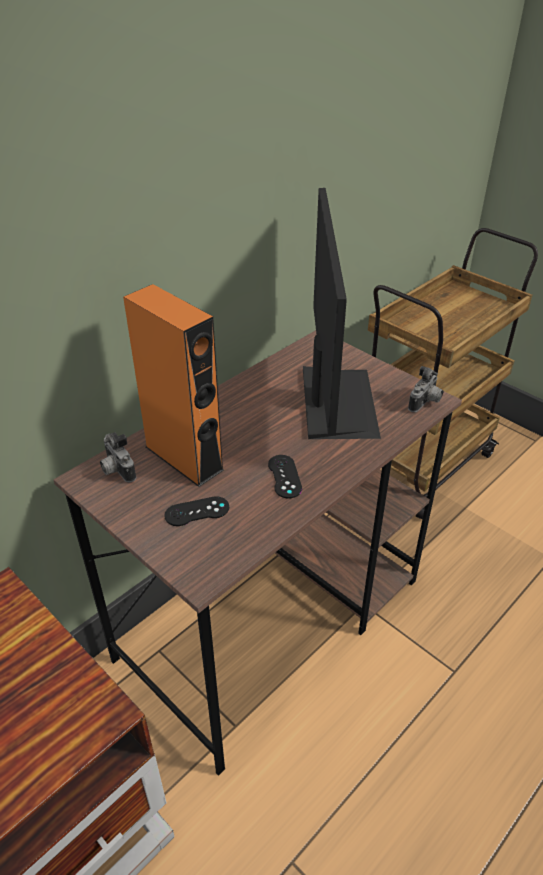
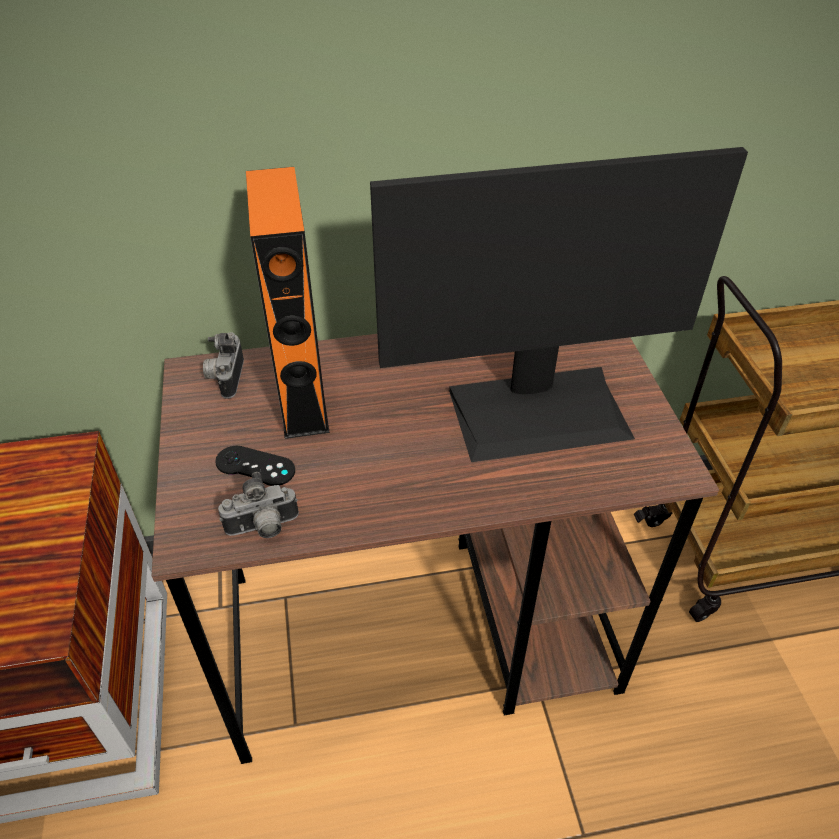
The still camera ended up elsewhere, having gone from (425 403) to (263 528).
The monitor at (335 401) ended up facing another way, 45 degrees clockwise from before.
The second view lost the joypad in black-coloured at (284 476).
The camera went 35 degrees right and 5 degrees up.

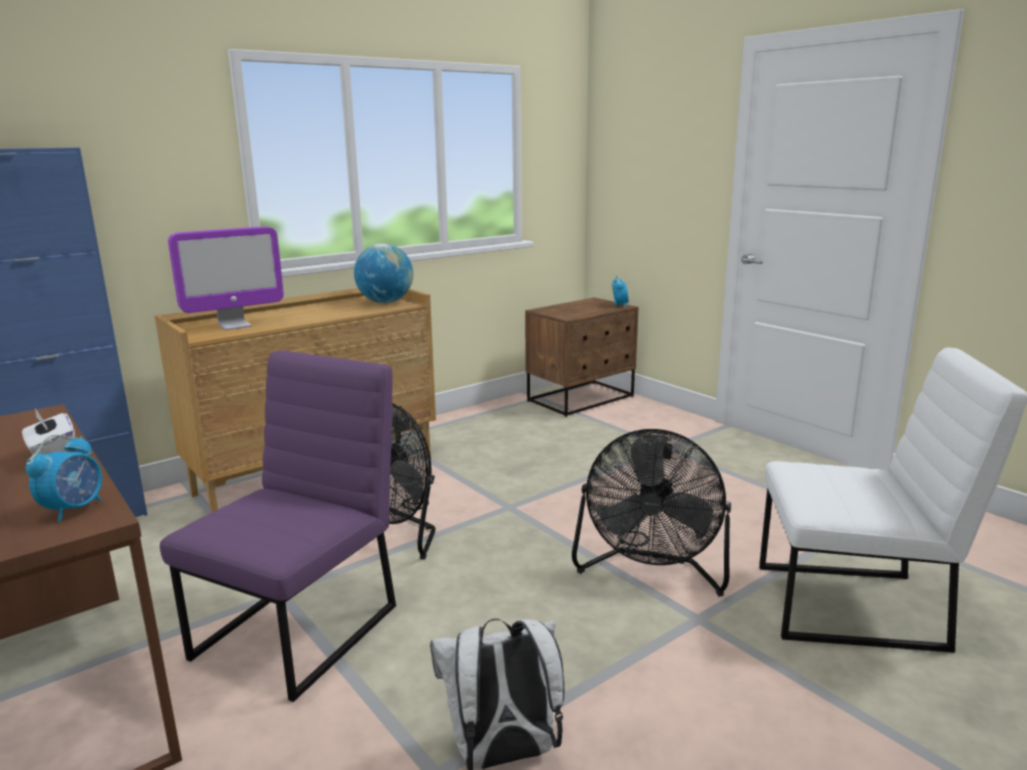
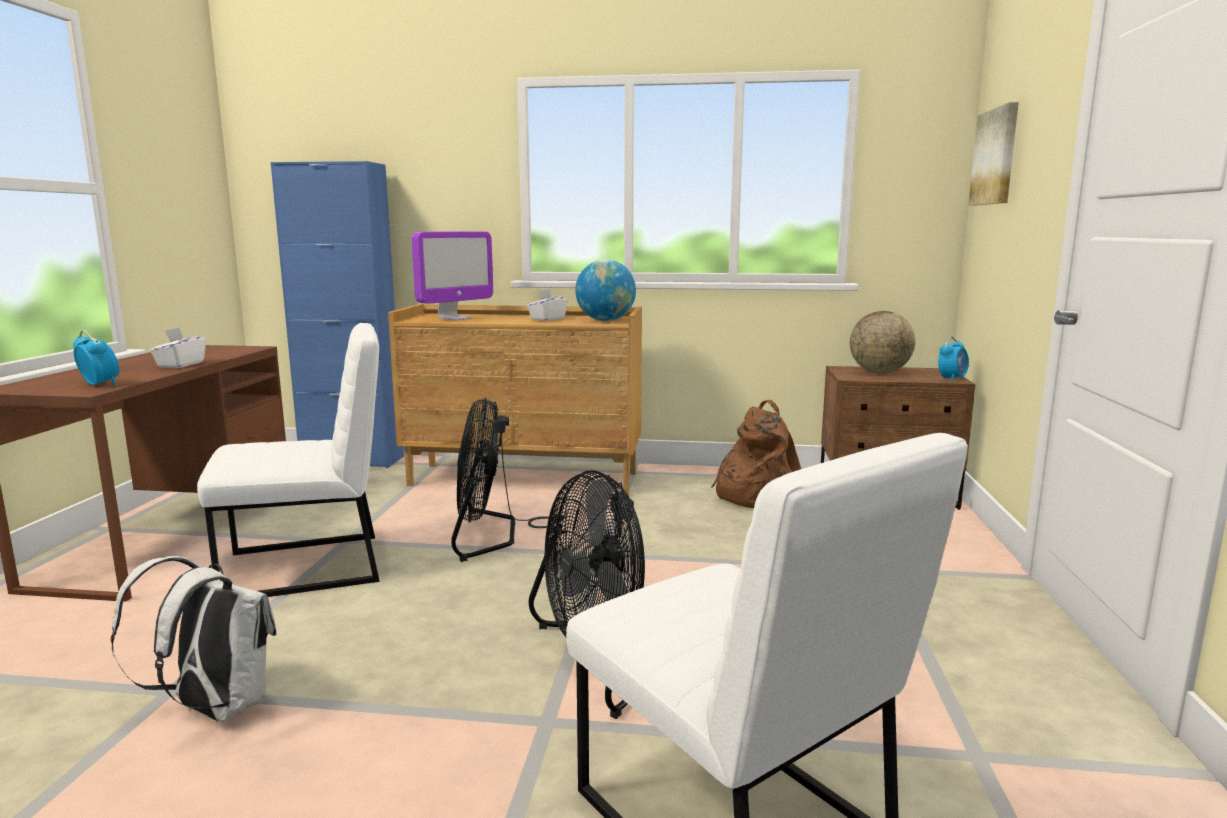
The bedside clock at (74 509) ended up facing another way, 120 degrees counterclockwise from before.
What was the plain chair in purple at (302 628) turned into the plain chair in white at (309 567).
The monitor at (235 326) ended up facing another way, 60 degrees counterclockwise from before.
The second view gained the tissue holder in white at (547 319).
The second view gained the backpack in brownish at (756 495).
The second view gained the world globe at (879 372).
The second view gained the picture at (996 157).
The camera went 45 degrees right and 5 degrees down.

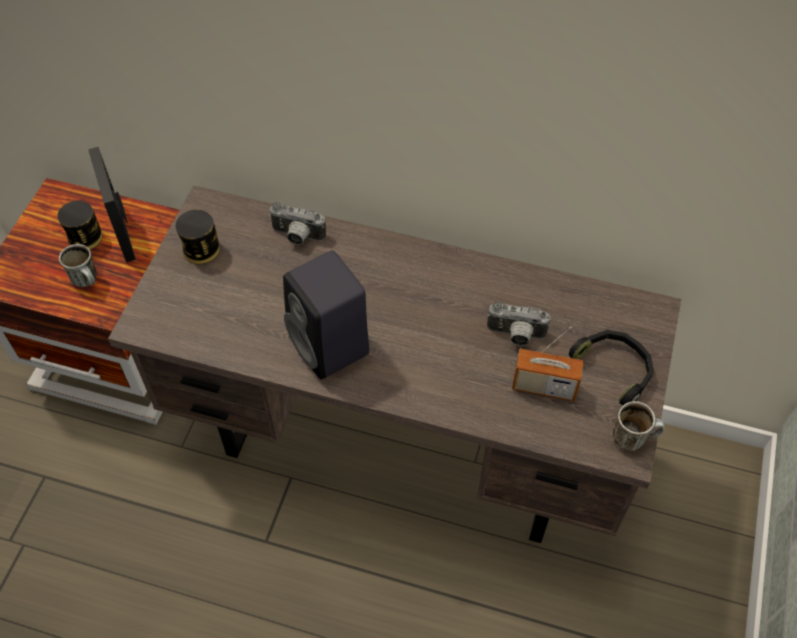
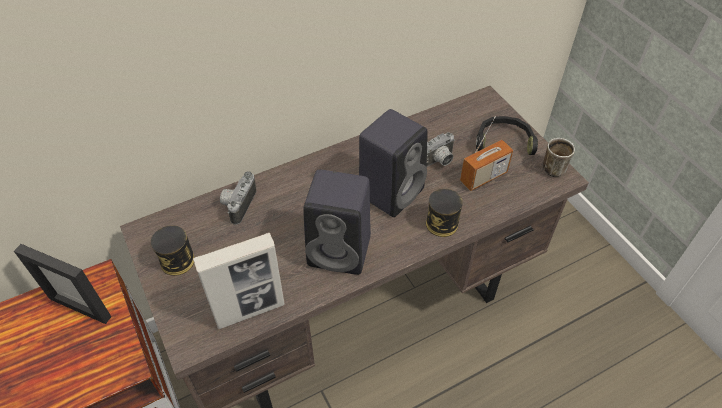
The second view gained the picture frame at (250 311).
The still camera at (297 237) ended up facing another way, 135 degrees clockwise from before.
The second view gained the audio speaker in black-coloured at (391 191).
The metal can ended up elsewhere, having gone from (85 237) to (442 223).
The second view lost the coffee mug at (88 281).
The camera went 45 degrees left and 5 degrees down.

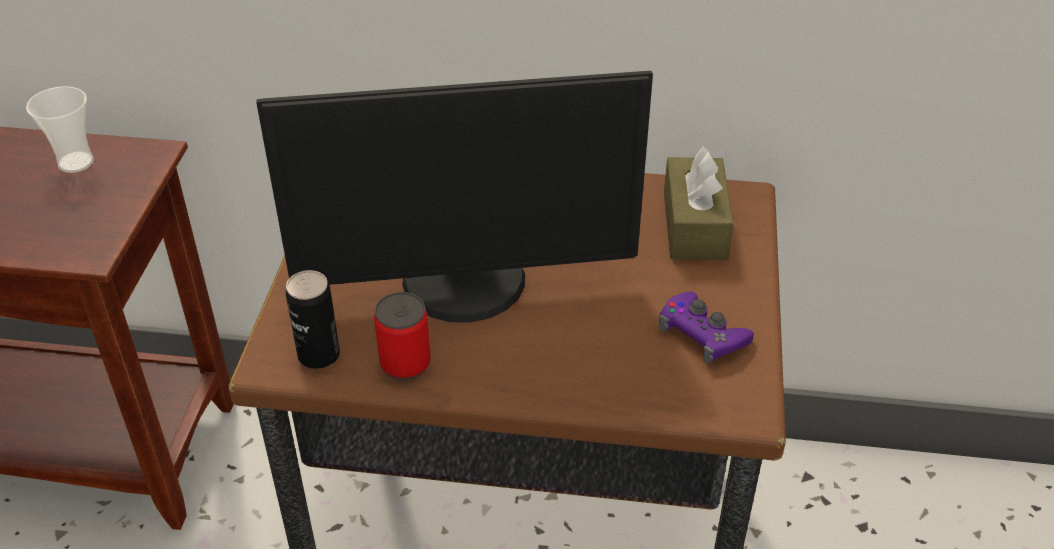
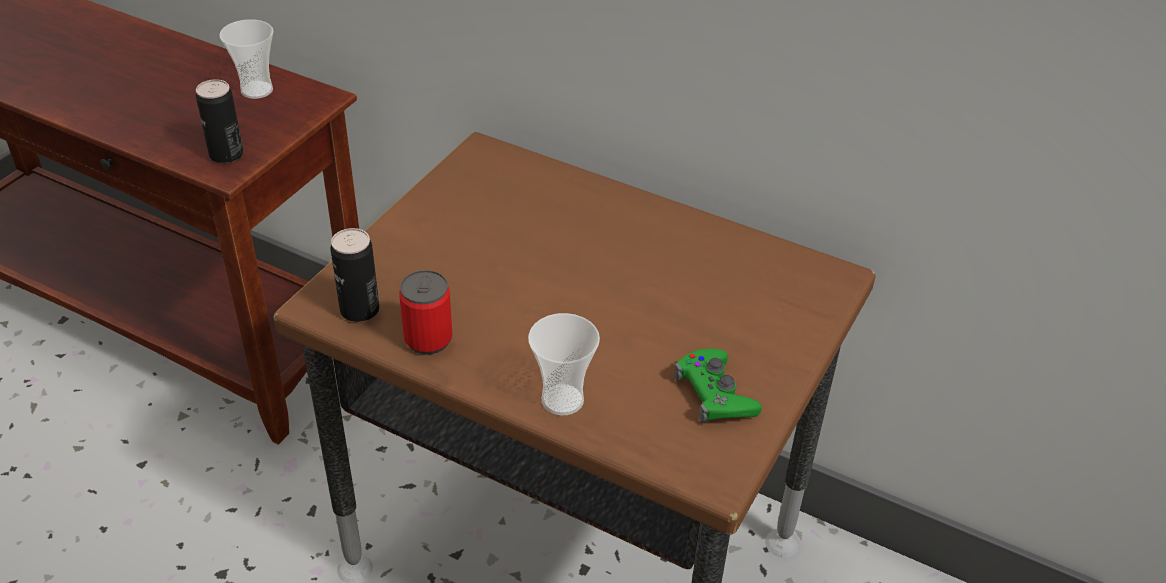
The second view gained the metal can at (226 154).
The second view gained the cup at (562 400).
What was the joypad in purple at (702 334) turned into the joypad in greenish at (714 393).
The second view lost the monitor at (465 285).
The second view lost the tissue holder in brownish at (694 225).
The camera went 20 degrees right and 0 degrees up.

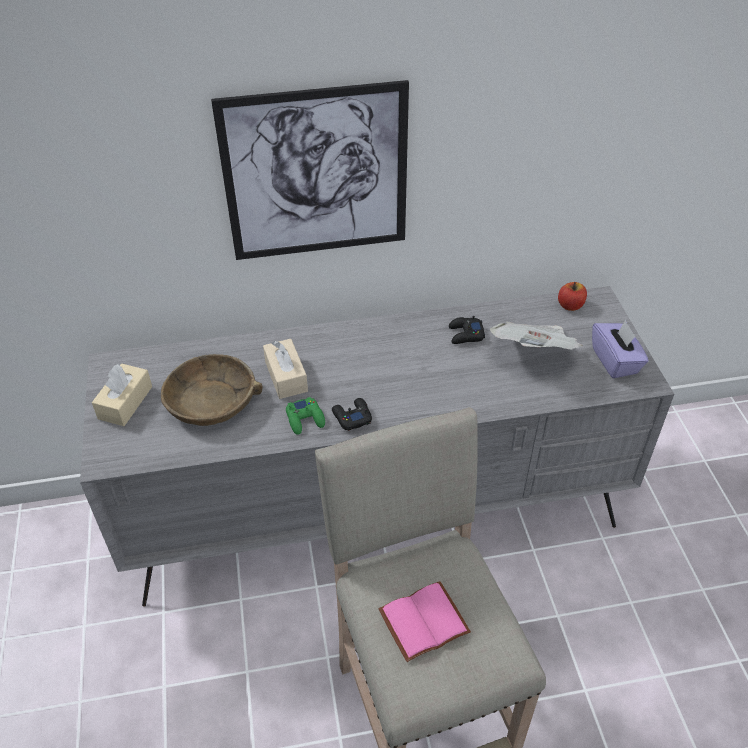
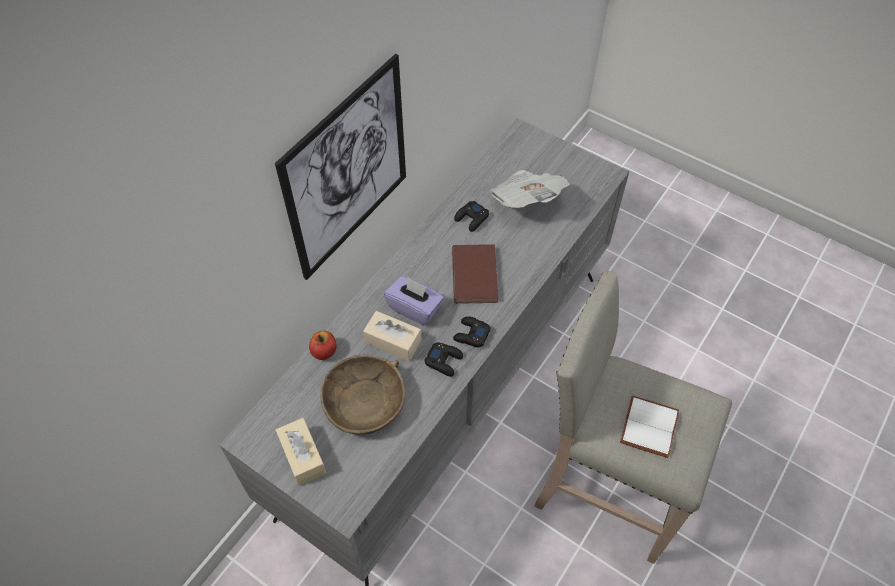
The apple fruit ended up elsewhere, having gone from (570 305) to (324 351).
The tissue holder in purple ended up elsewhere, having gone from (615 361) to (415 308).
What was the joypad in greenish at (305 419) turned into the joypad in black-coloured at (444 361).
The second view gained the bound book in brownish at (476 274).
What was the bound book in pink at (424 619) turned into the bound book in white at (647 425).
The camera went 45 degrees left and 10 degrees up.

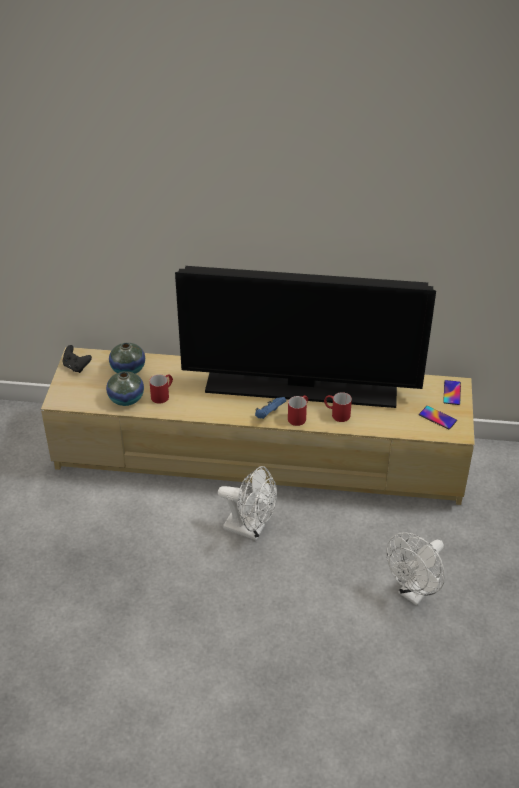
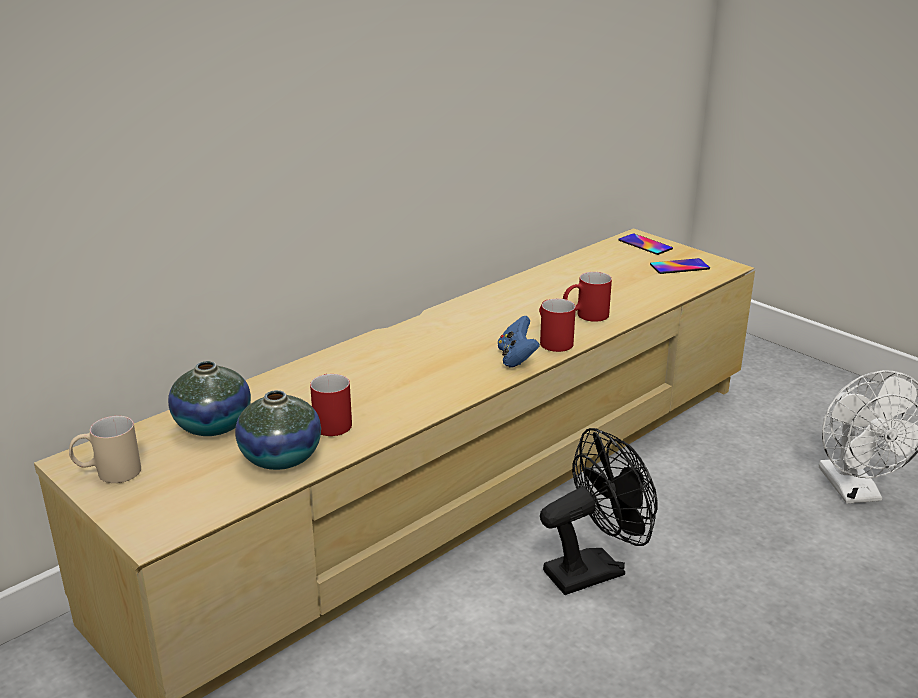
Where the joypad in black-coloured stood at (76 367), the coffee mug in beige-coloured came to stand at (108 473).
What was the electric fan in white at (250 529) turned into the electric fan in black-coloured at (594 569).
The second view lost the TV set at (302 389).
The camera went 50 degrees left and 15 degrees down.

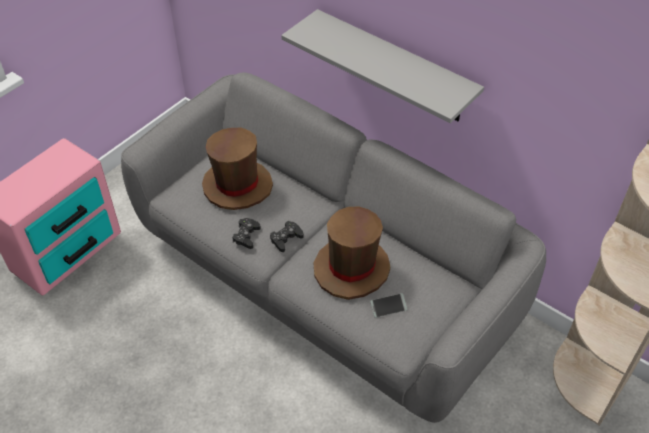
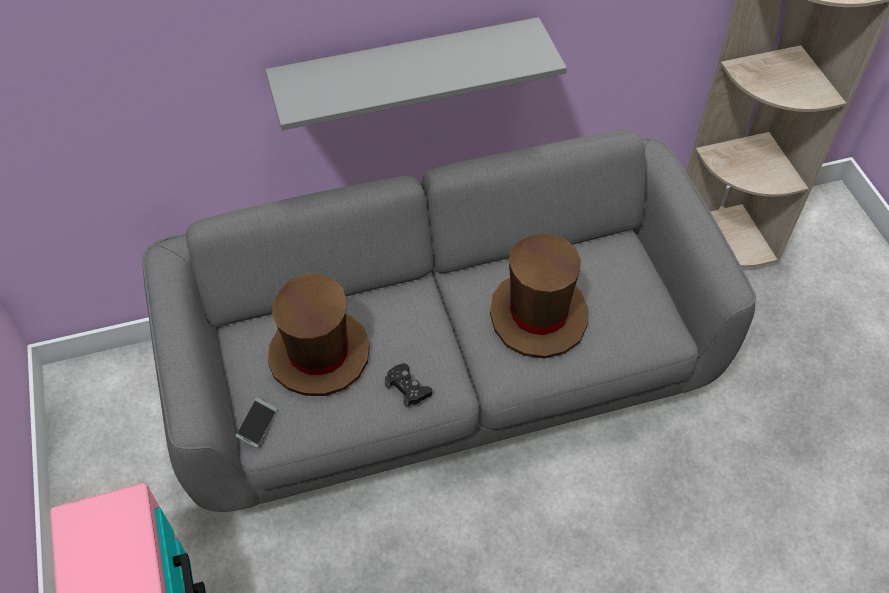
The handset ended up elsewhere, having gone from (388 307) to (257 425).
The second view lost the joypad in black-coloured at (286 239).
The camera went 55 degrees left and 5 degrees up.

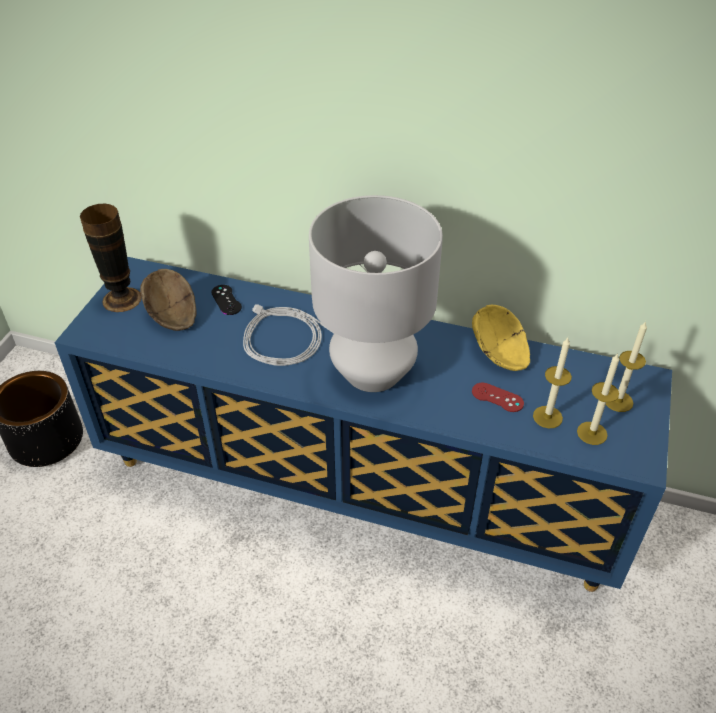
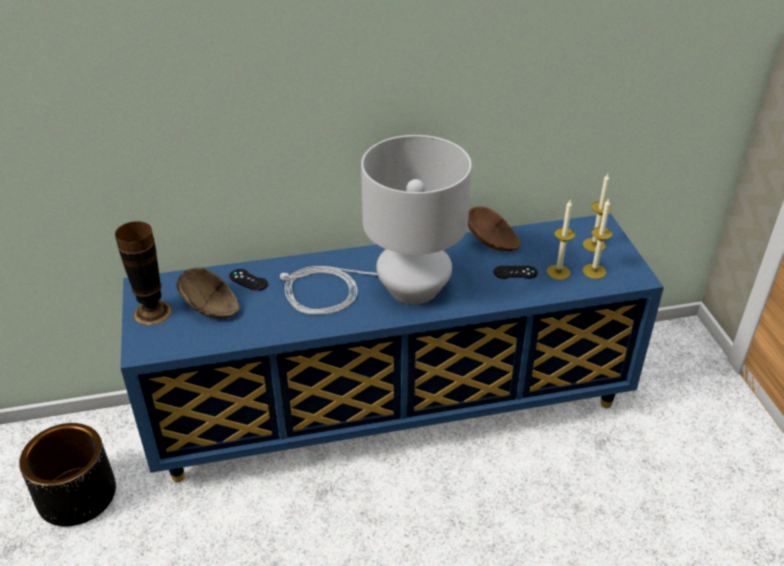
What was the deep dish in yellowish at (499 353) turned into the deep dish in brownish at (492 243).
What was the joypad in red-coloured at (497 397) turned into the joypad in black-coloured at (515 272).
The camera went 30 degrees left and 5 degrees down.

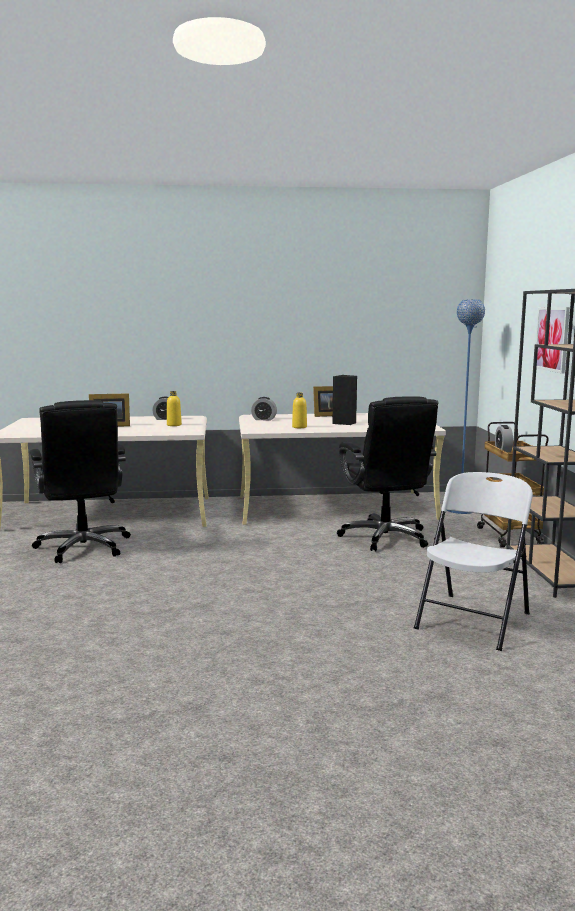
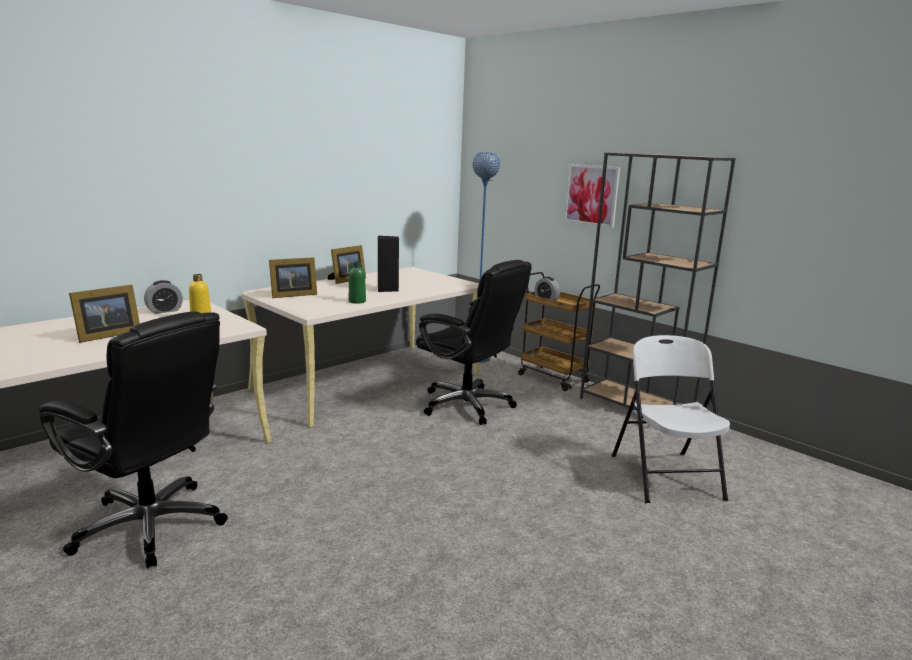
Where the bedside clock stood at (264 419), the picture frame came to stand at (292 295).
What was the bottle in yellowish at (299 427) turned into the bottle in greenish at (357 301).
The camera went 40 degrees left and 5 degrees up.

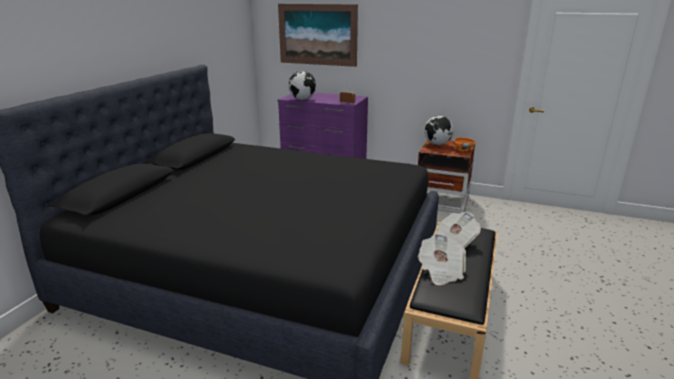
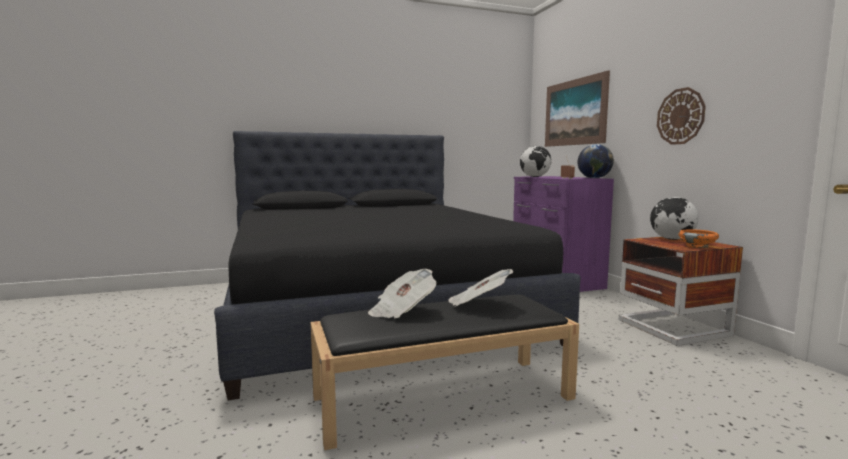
The second view gained the world globe at (594 178).
The second view gained the hanging clock at (680 116).
The camera went 50 degrees right and 15 degrees down.

